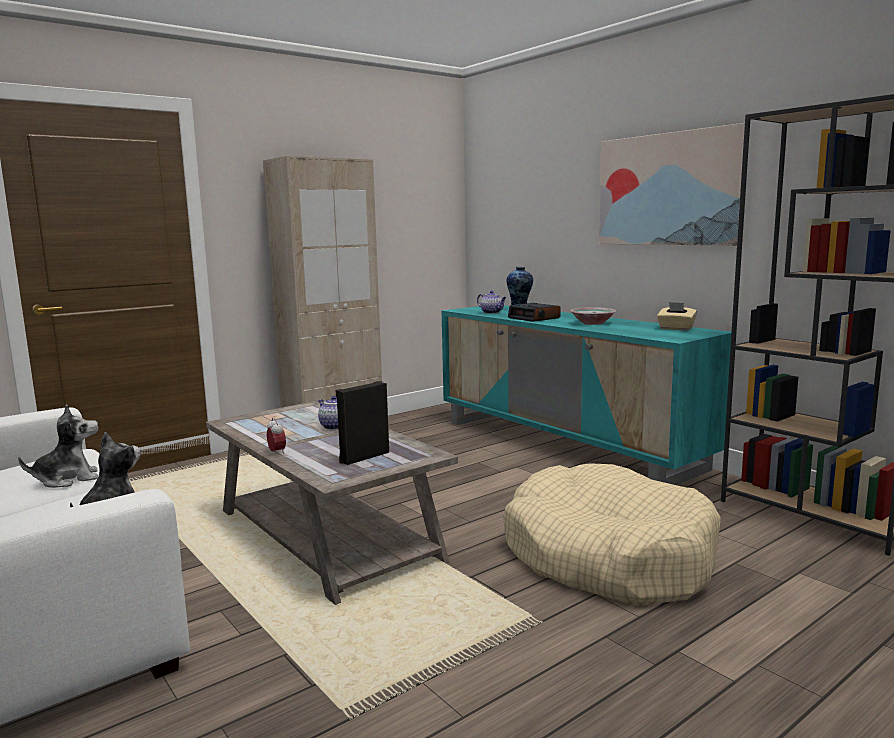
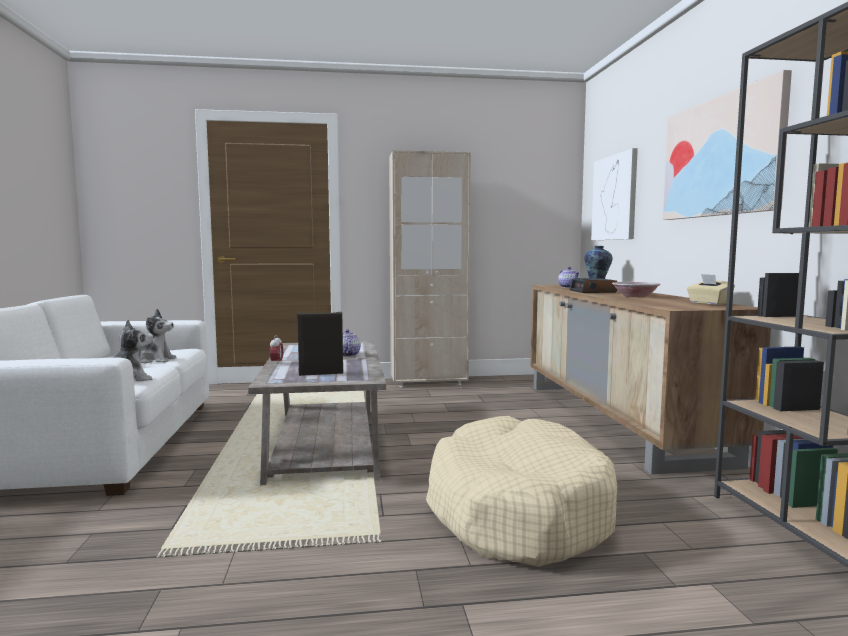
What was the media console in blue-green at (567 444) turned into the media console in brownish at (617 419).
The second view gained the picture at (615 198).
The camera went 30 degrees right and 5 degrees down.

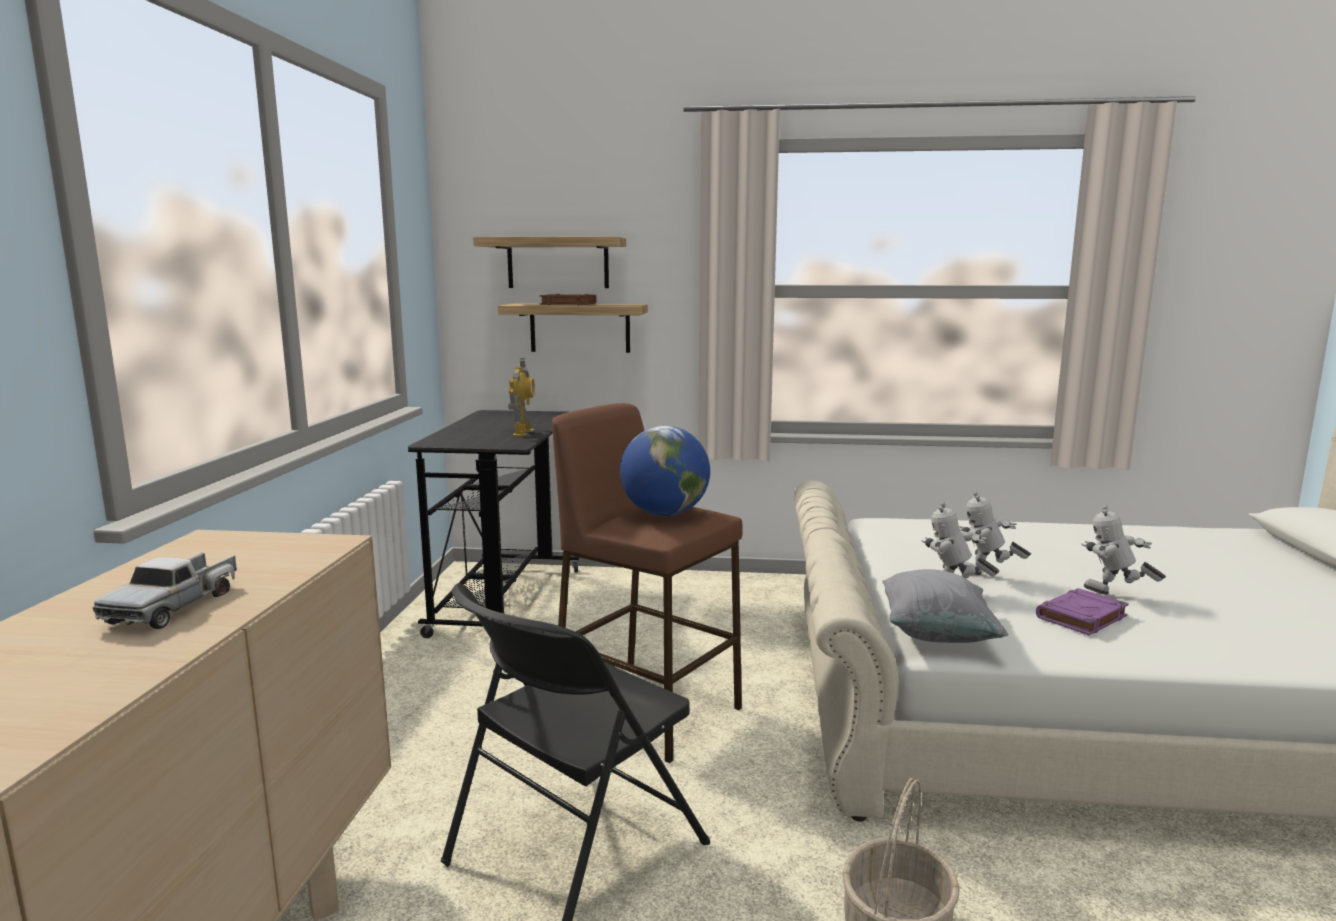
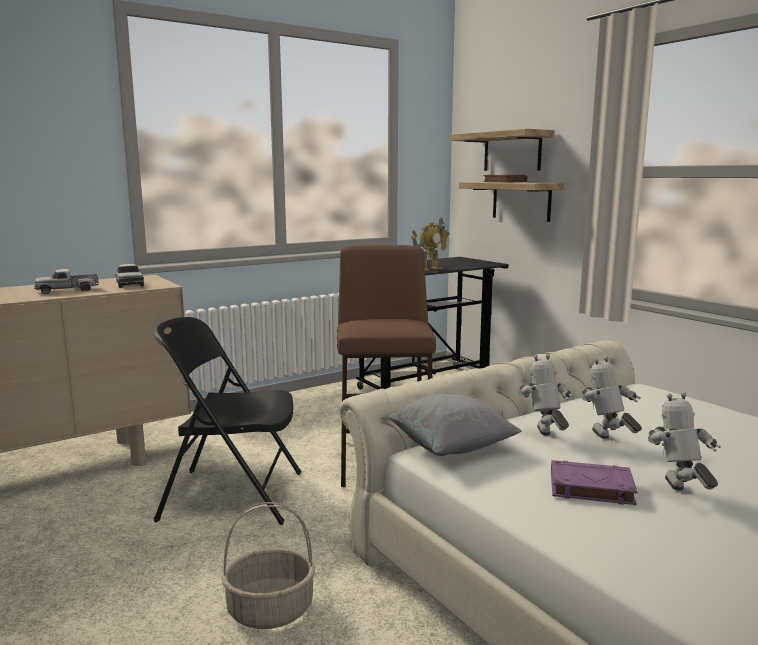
The second view gained the toy truck at (129 284).
The second view lost the world globe at (665 514).
The camera went 50 degrees right and 0 degrees up.

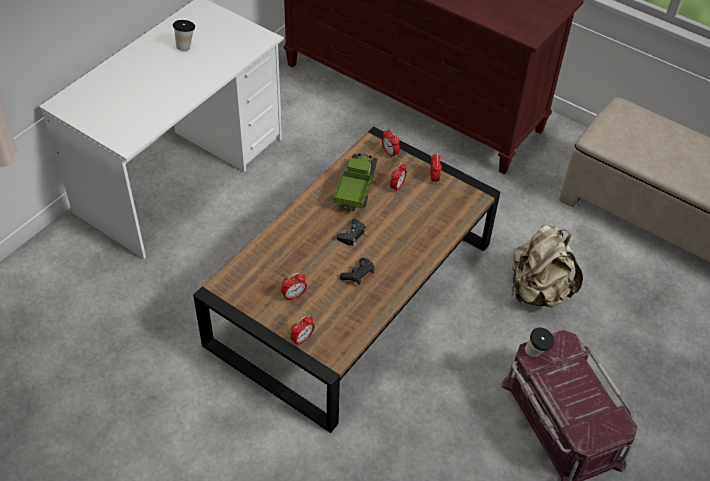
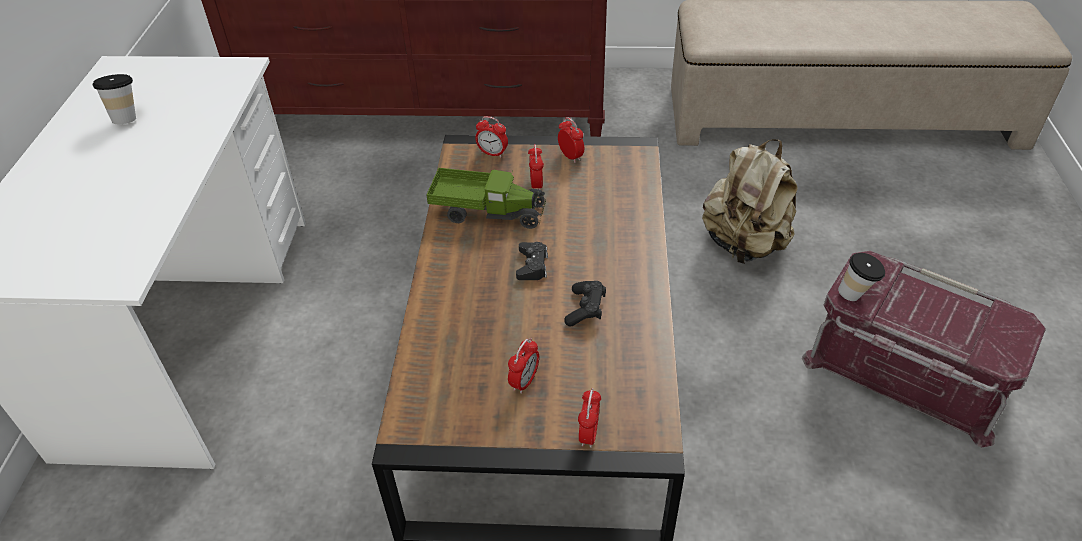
The toy truck at (355 189) ended up facing another way, 120 degrees clockwise from before.
The camera went 30 degrees left and 5 degrees down.

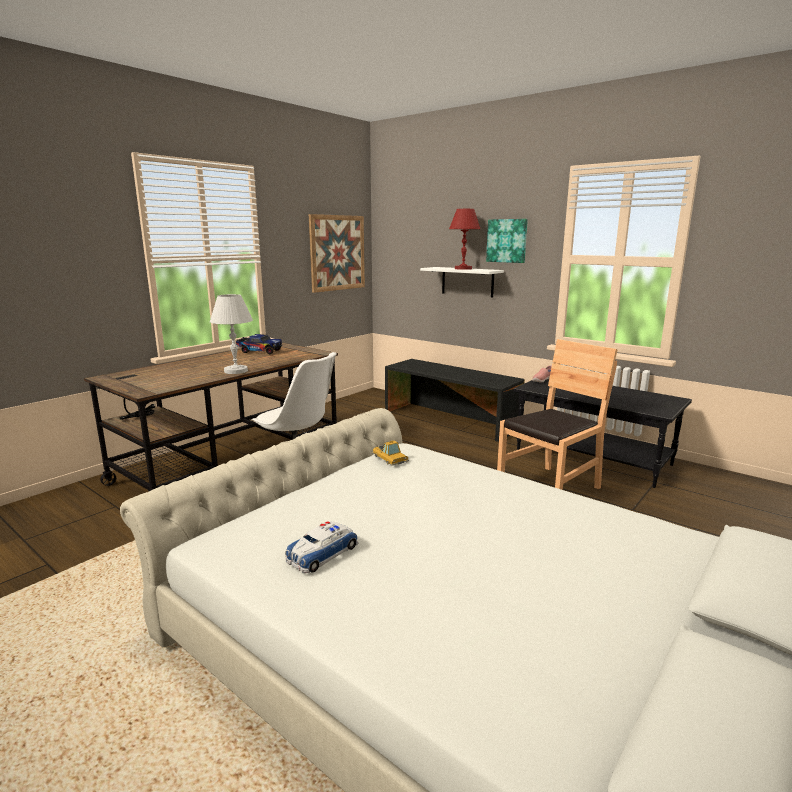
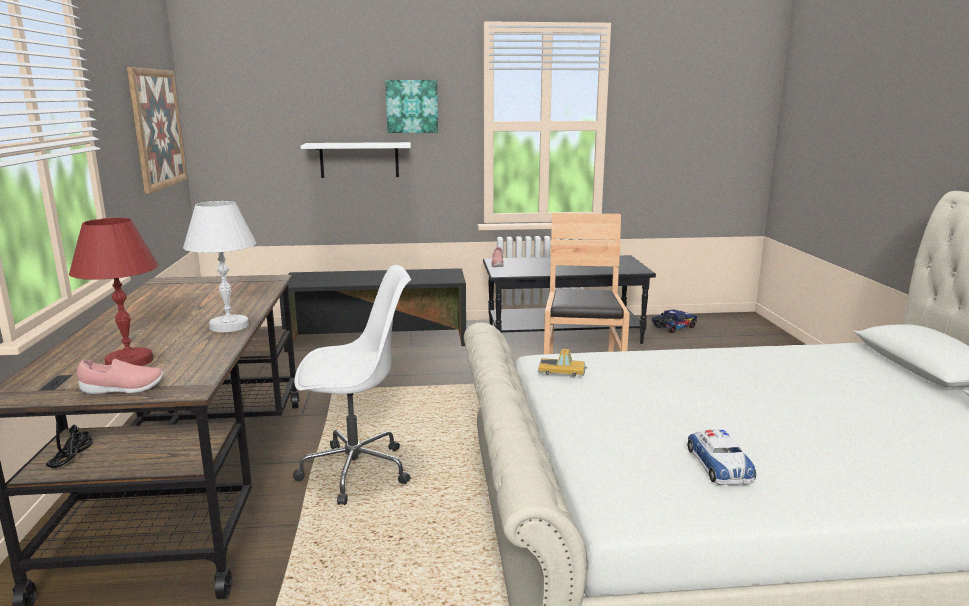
The table lamp in red-coloured ended up elsewhere, having gone from (463 269) to (130 361).
The second view gained the low shoe in pink at (123 389).
The toy truck ended up elsewhere, having gone from (259 351) to (672 328).
The camera went 45 degrees left and 0 degrees up.

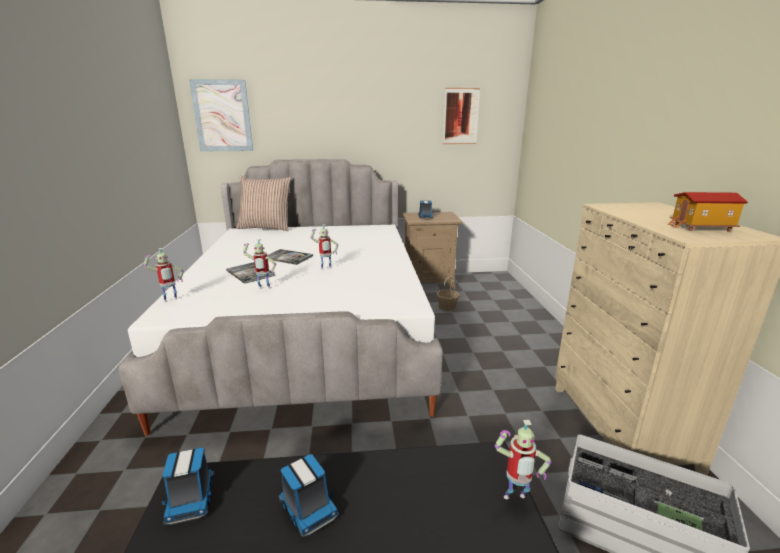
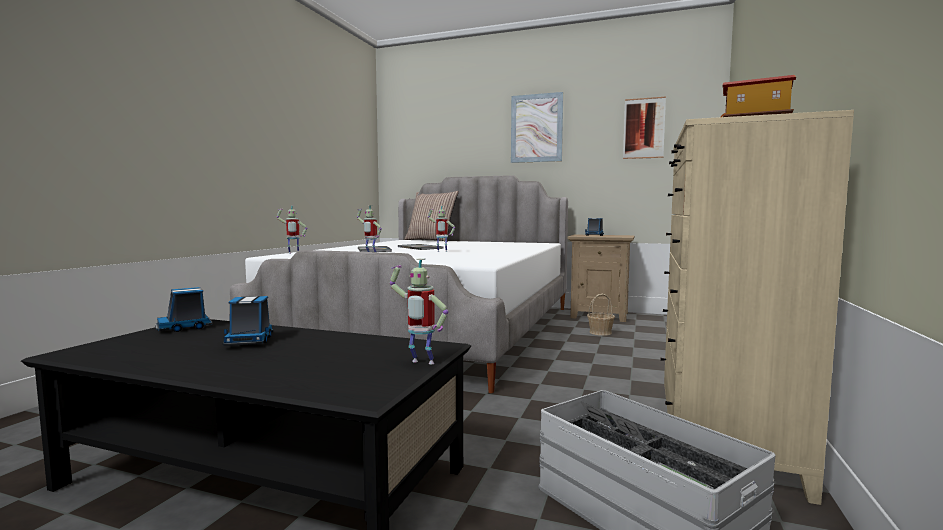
The toy truck at (191 498) ended up facing another way, 45 degrees clockwise from before.
The picture ended up elsewhere, having gone from (222 116) to (536 128).
The camera went 25 degrees right and 15 degrees down.

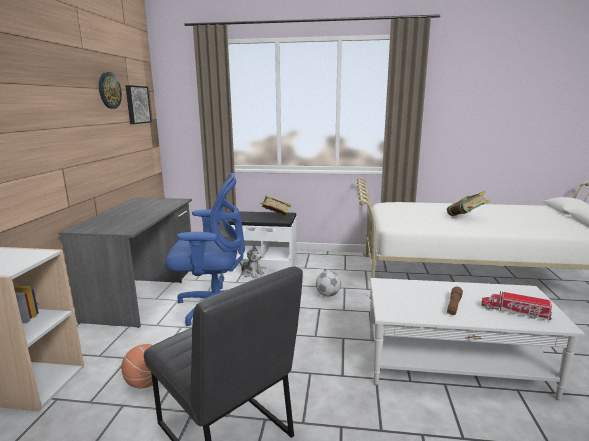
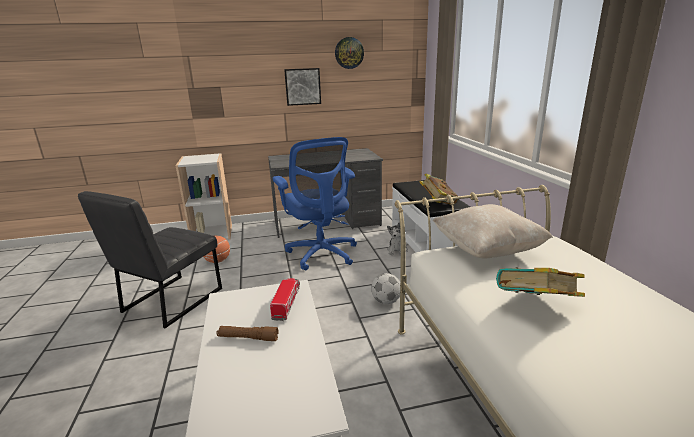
The toy truck ended up elsewhere, having gone from (514 312) to (287 302).
The picture ended up elsewhere, having gone from (137 104) to (302 86).
The second view gained the cushion in beige-coloured at (486 250).
The camera went 70 degrees right and 5 degrees up.

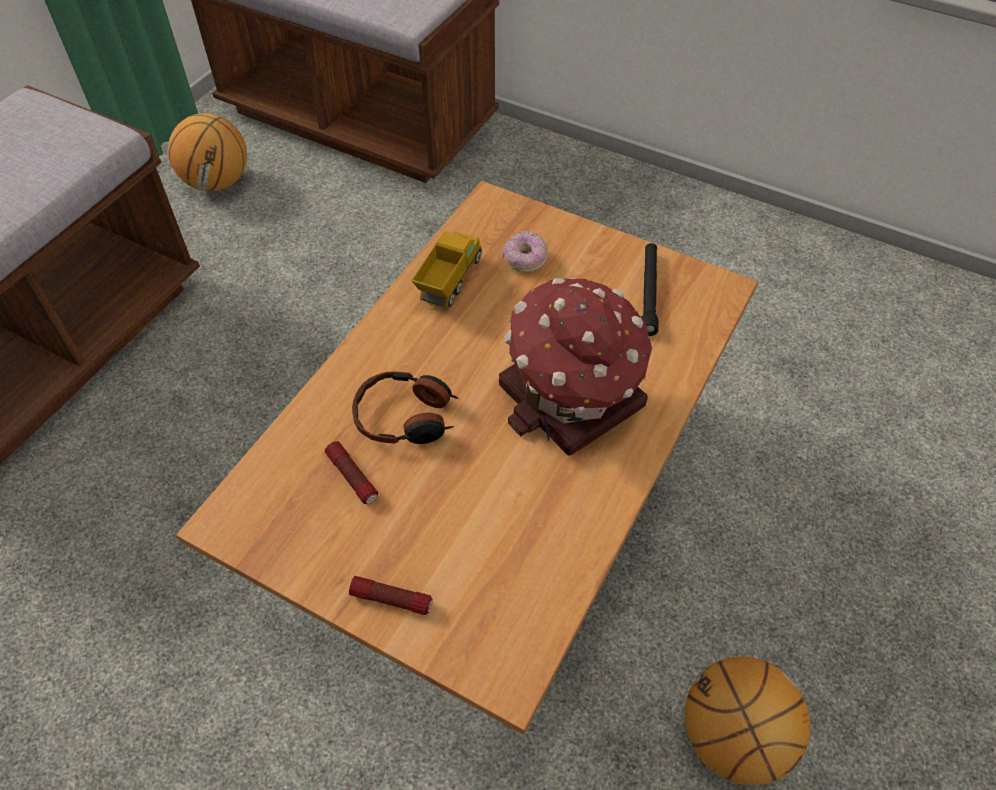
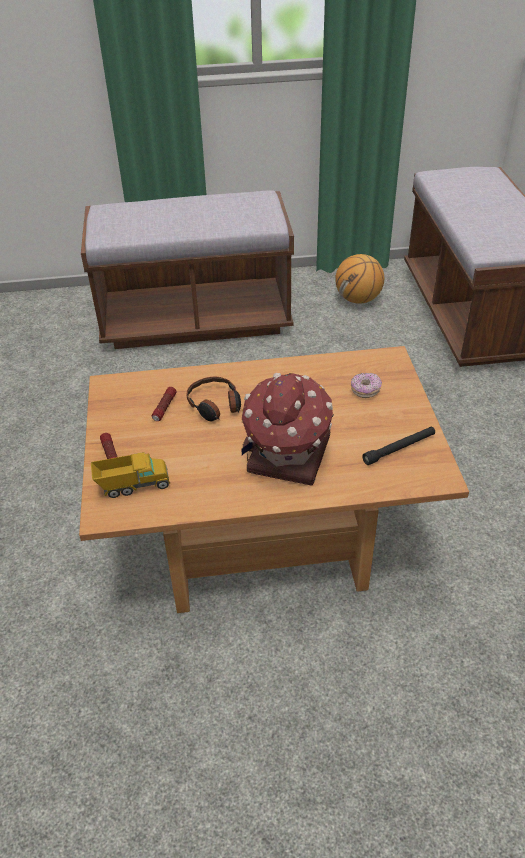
The toy truck ended up elsewhere, having gone from (449 283) to (133 486).
The second view lost the basketball ball at (733 738).
The camera went 55 degrees right and 10 degrees down.

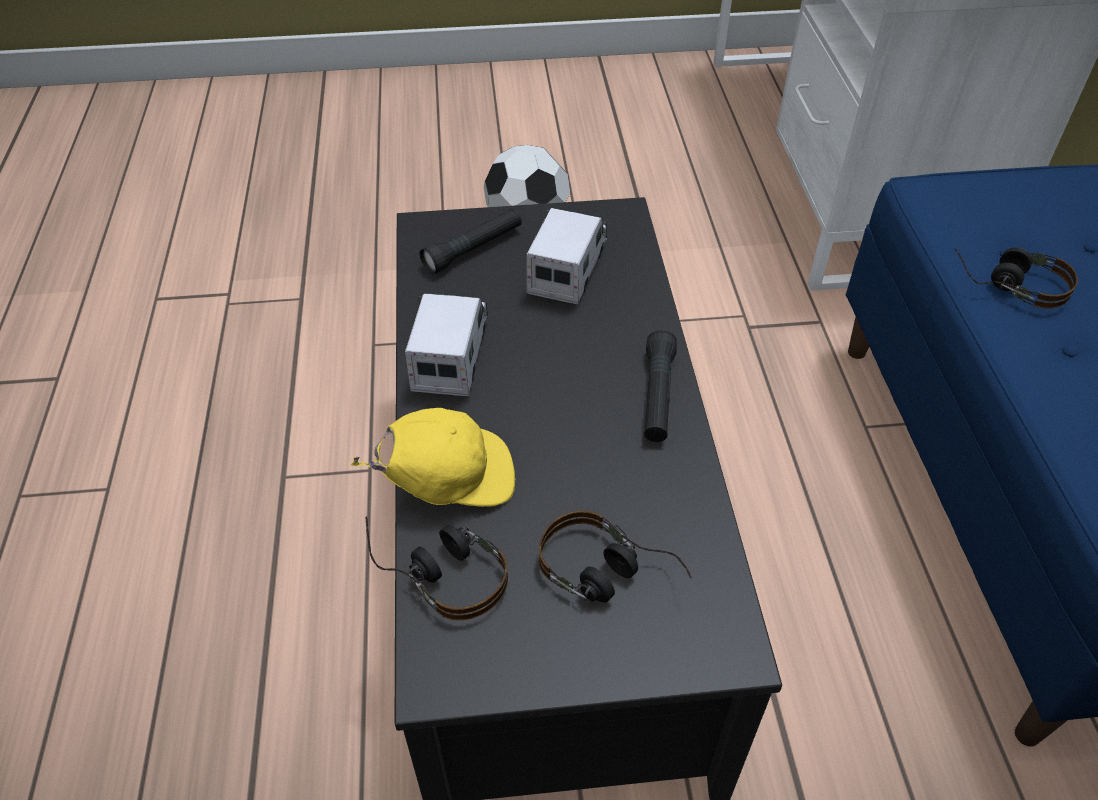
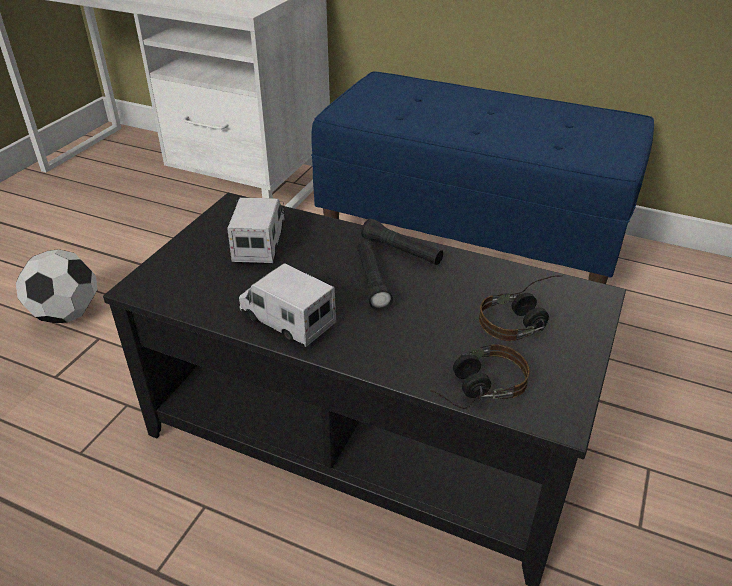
The toy truck at (568 270) ended up facing another way, 45 degrees clockwise from before.
The torch in black-coloured ended up elsewhere, having gone from (473 249) to (372 281).
The second view lost the cap in yellowish at (448 480).
The second view lost the headphones at (1007 284).
The camera went 60 degrees left and 10 degrees down.

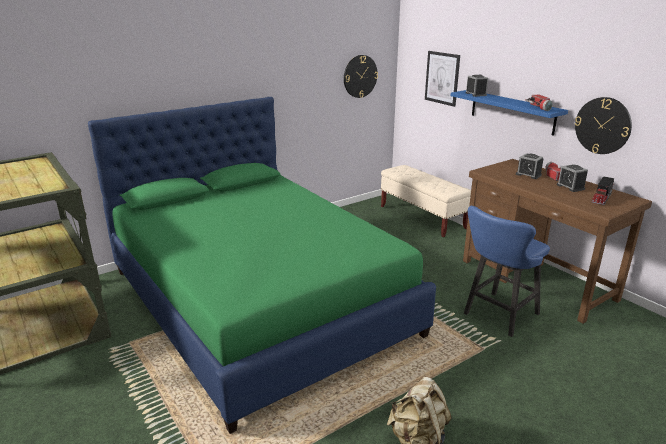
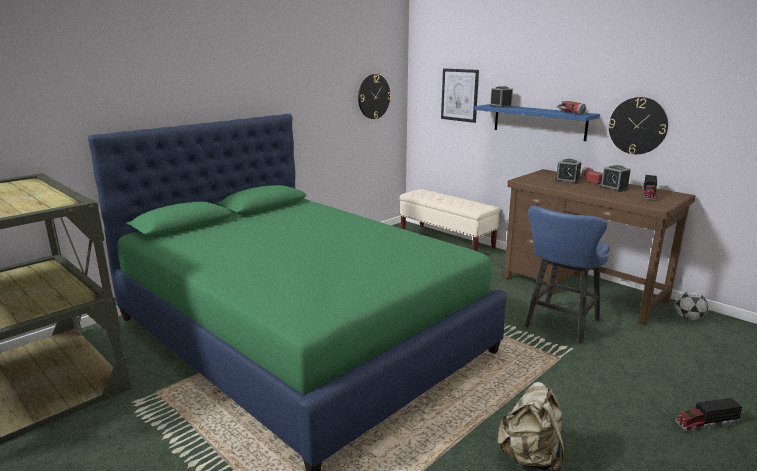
The second view gained the football ball at (688 318).
The second view gained the toy truck at (705 423).
The camera went 10 degrees left and 5 degrees down.

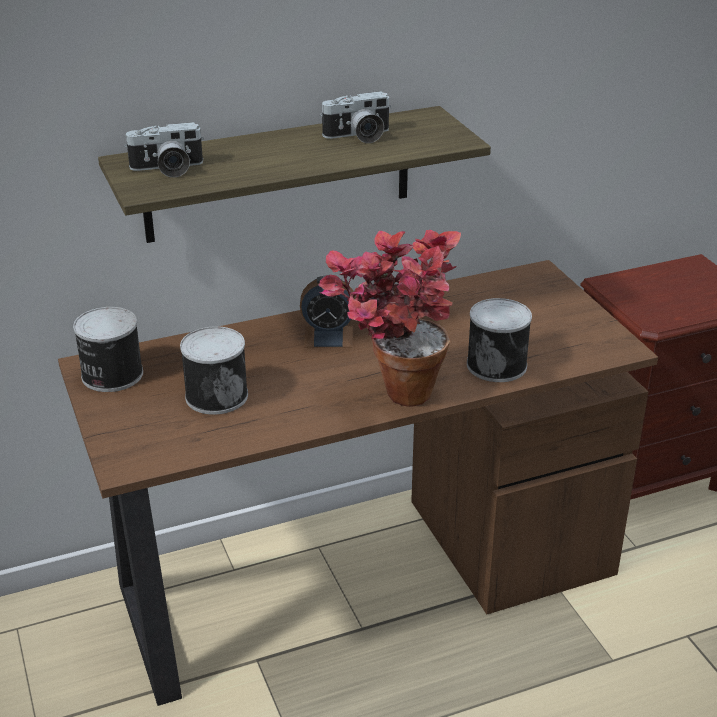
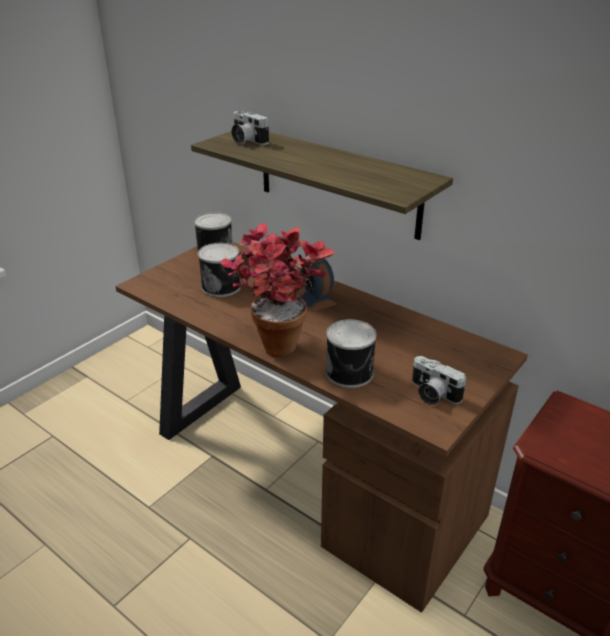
The still camera ended up elsewhere, having gone from (358 136) to (432 394).
The camera went 60 degrees right and 0 degrees up.

